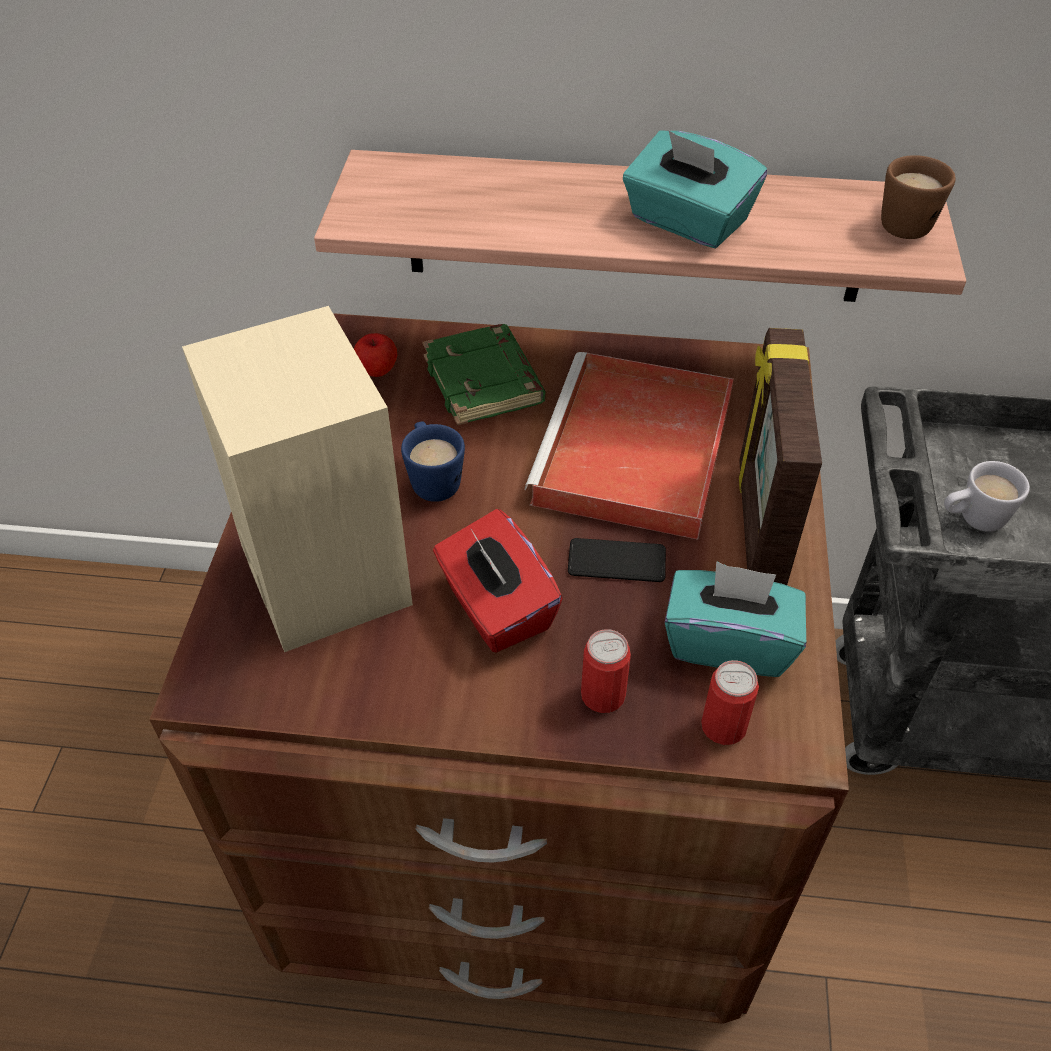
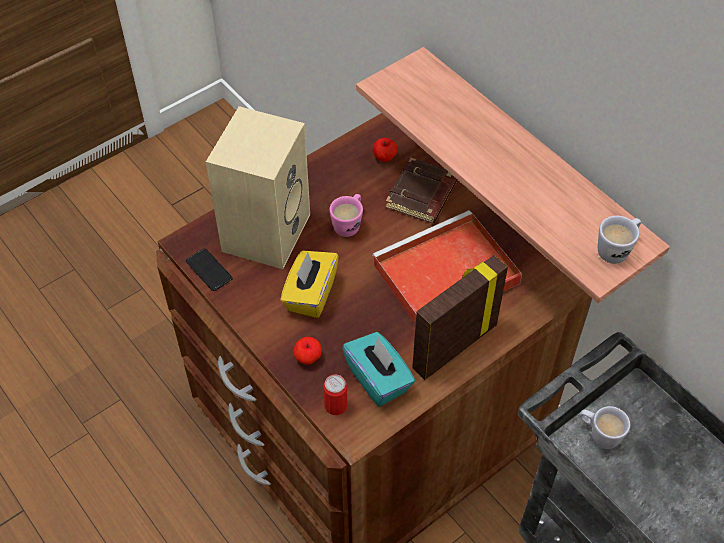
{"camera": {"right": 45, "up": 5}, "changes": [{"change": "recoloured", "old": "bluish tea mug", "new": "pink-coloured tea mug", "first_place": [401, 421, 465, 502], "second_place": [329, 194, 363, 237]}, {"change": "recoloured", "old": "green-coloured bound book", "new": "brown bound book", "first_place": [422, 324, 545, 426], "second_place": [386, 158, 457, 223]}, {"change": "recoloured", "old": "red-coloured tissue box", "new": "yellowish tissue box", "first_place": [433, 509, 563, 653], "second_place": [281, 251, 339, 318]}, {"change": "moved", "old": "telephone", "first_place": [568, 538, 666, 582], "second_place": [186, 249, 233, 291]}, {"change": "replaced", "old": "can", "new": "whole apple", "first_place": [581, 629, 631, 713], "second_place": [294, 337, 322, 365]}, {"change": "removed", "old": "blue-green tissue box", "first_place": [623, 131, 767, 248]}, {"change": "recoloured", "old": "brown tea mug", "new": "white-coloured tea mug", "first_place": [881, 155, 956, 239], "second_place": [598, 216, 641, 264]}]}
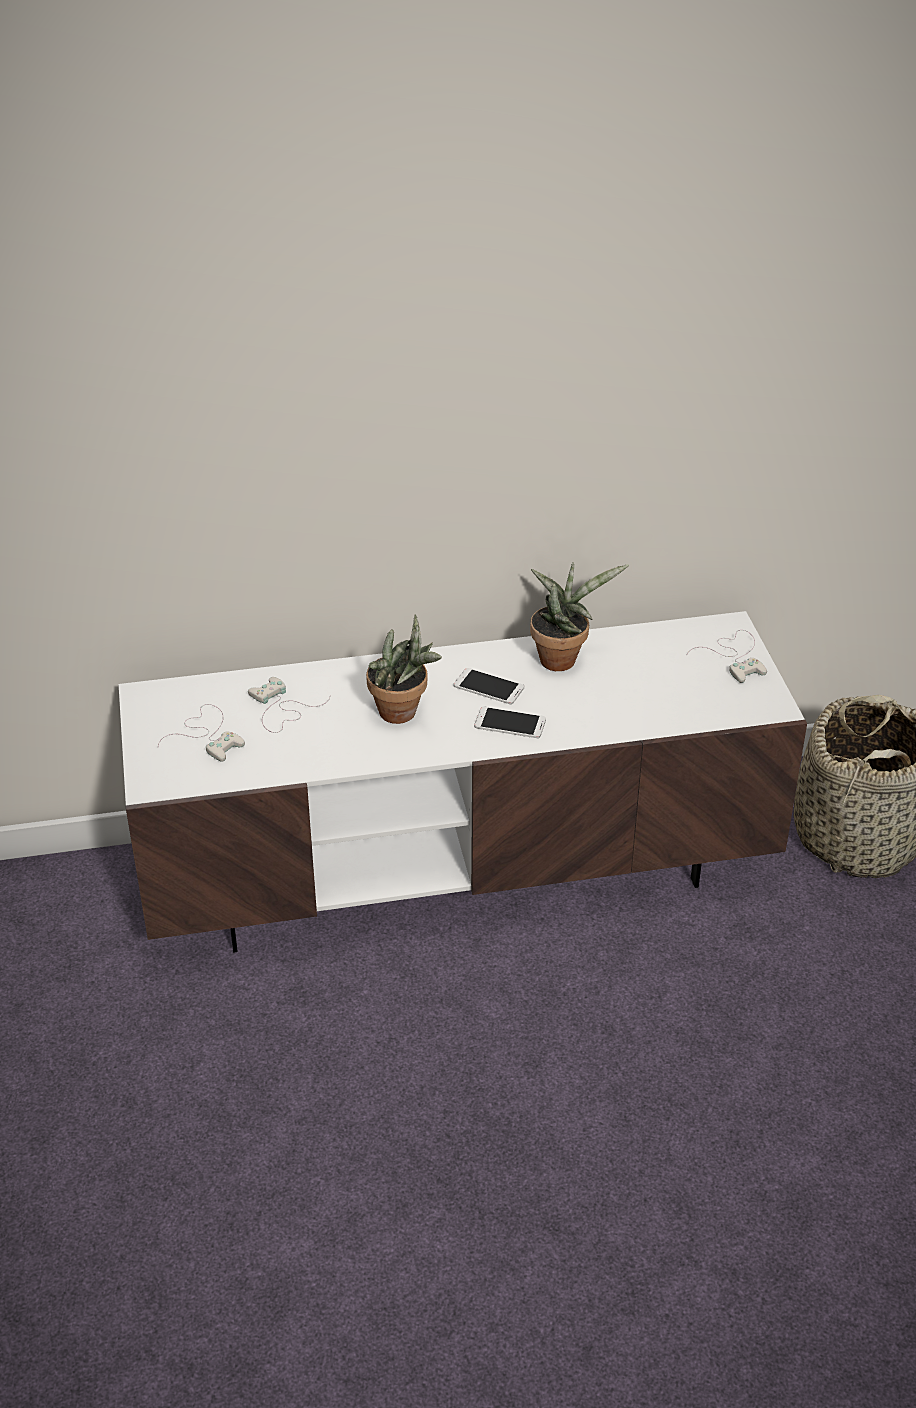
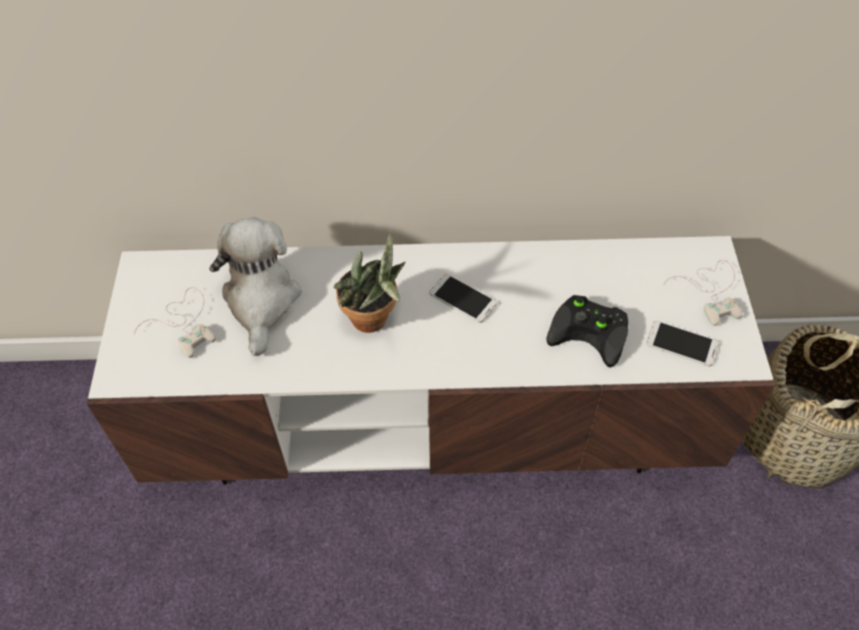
{"camera": {"right": 10, "up": 15}, "changes": [{"change": "replaced", "old": "white-coloured gamepad", "new": "cuddly toy", "first_place": [248, 677, 331, 733], "second_place": [209, 217, 302, 356]}, {"change": "moved", "old": "telephone", "first_place": [474, 707, 546, 738], "second_place": [646, 321, 719, 366]}, {"change": "removed", "old": "houseplant", "first_place": [530, 562, 629, 671]}, {"change": "added", "new": "black-coloured gamepad", "second_place": [546, 295, 628, 367]}]}
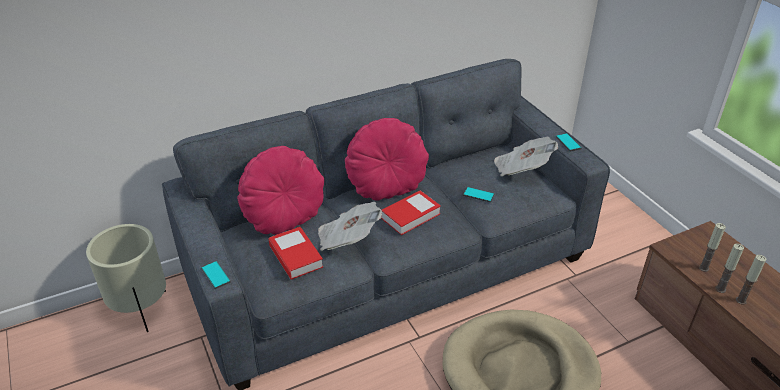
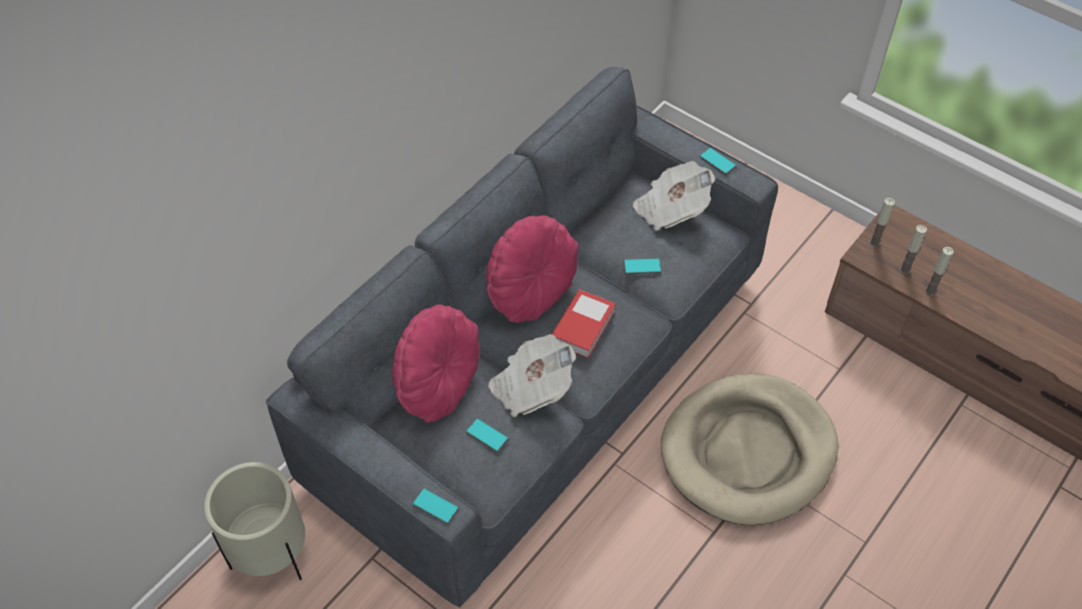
{"camera": {"right": -25, "up": 15}, "changes": [{"change": "replaced", "old": "bound book", "new": "telephone", "first_place": [268, 227, 323, 279], "second_place": [466, 418, 509, 453]}, {"change": "moved", "old": "candle", "first_place": [736, 255, 767, 305], "second_place": [869, 198, 895, 248]}]}
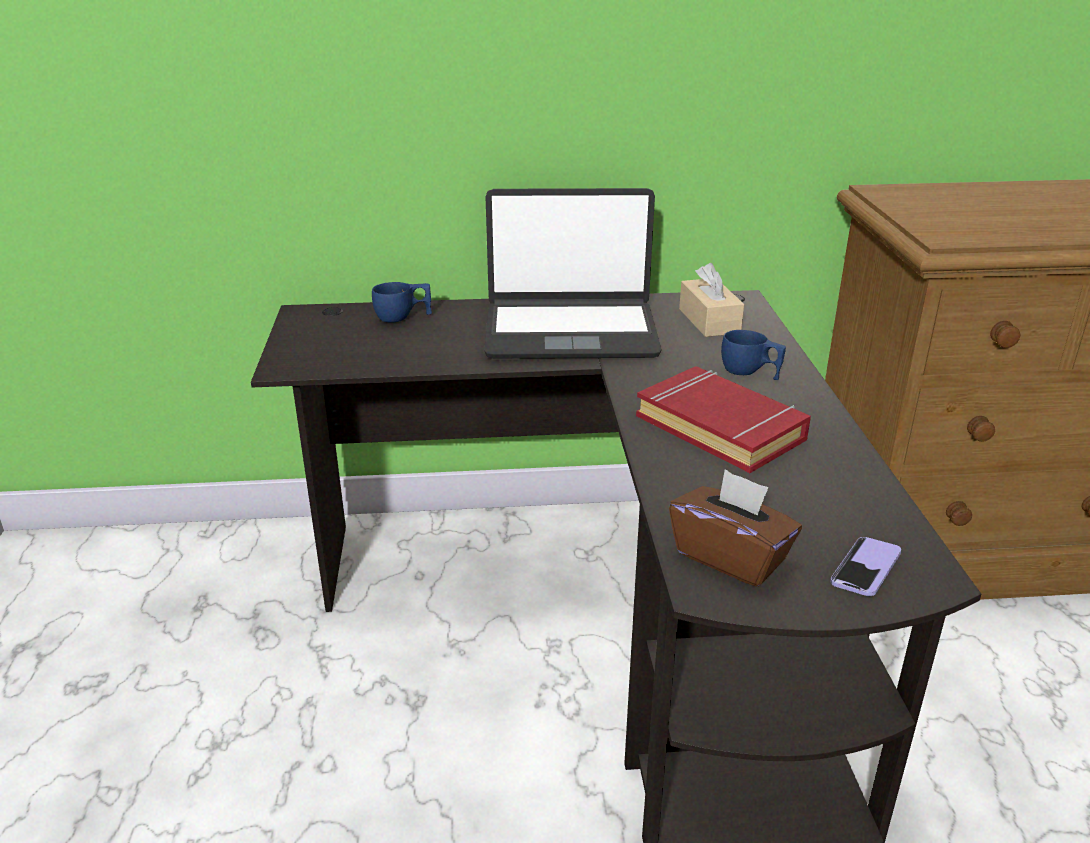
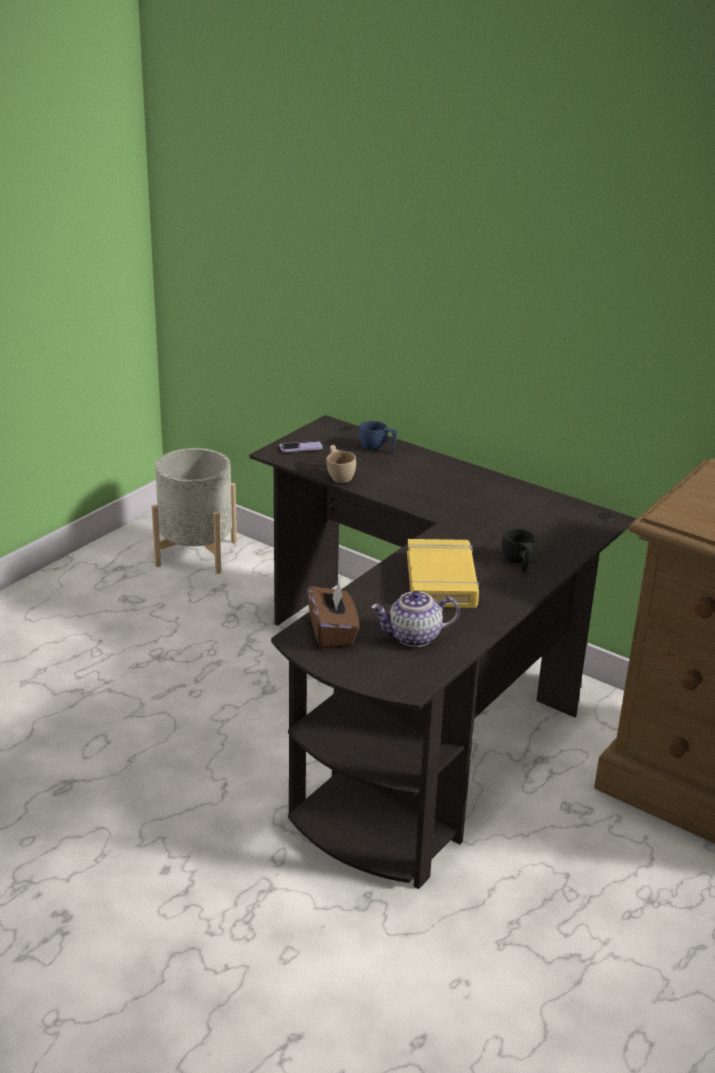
{"camera": {"right": 40, "up": 0}, "changes": [{"change": "removed", "old": "portable computer", "first_place": [484, 188, 662, 359]}, {"change": "recoloured", "old": "red-coloured bound book", "new": "yellowish bound book", "first_place": [636, 366, 811, 473], "second_place": [407, 539, 479, 608]}, {"change": "removed", "old": "beige tissue box", "first_place": [679, 263, 744, 337]}, {"change": "recoloured", "old": "bluish small cup", "new": "black-coloured small cup", "first_place": [721, 330, 786, 380], "second_place": [502, 528, 536, 572]}, {"change": "moved", "old": "telephone", "first_place": [831, 537, 901, 596], "second_place": [280, 441, 323, 452]}, {"change": "added", "new": "grey planter", "second_place": [151, 448, 237, 574]}, {"change": "added", "new": "beige small cup", "second_place": [326, 445, 356, 483]}, {"change": "added", "new": "teapot", "second_place": [371, 591, 460, 647]}]}
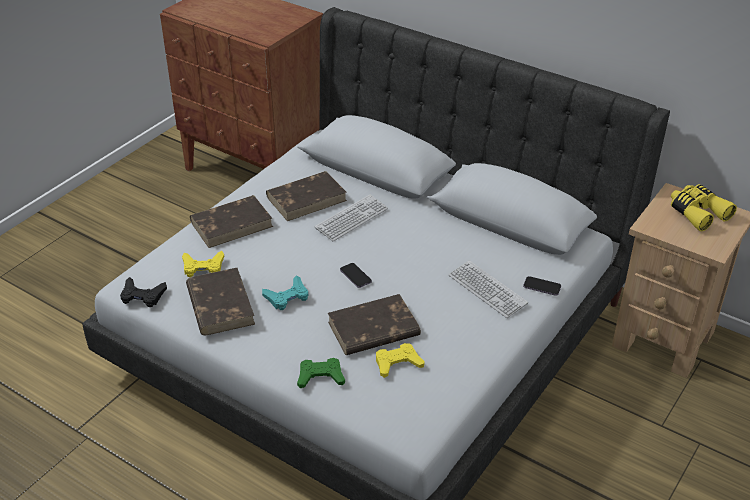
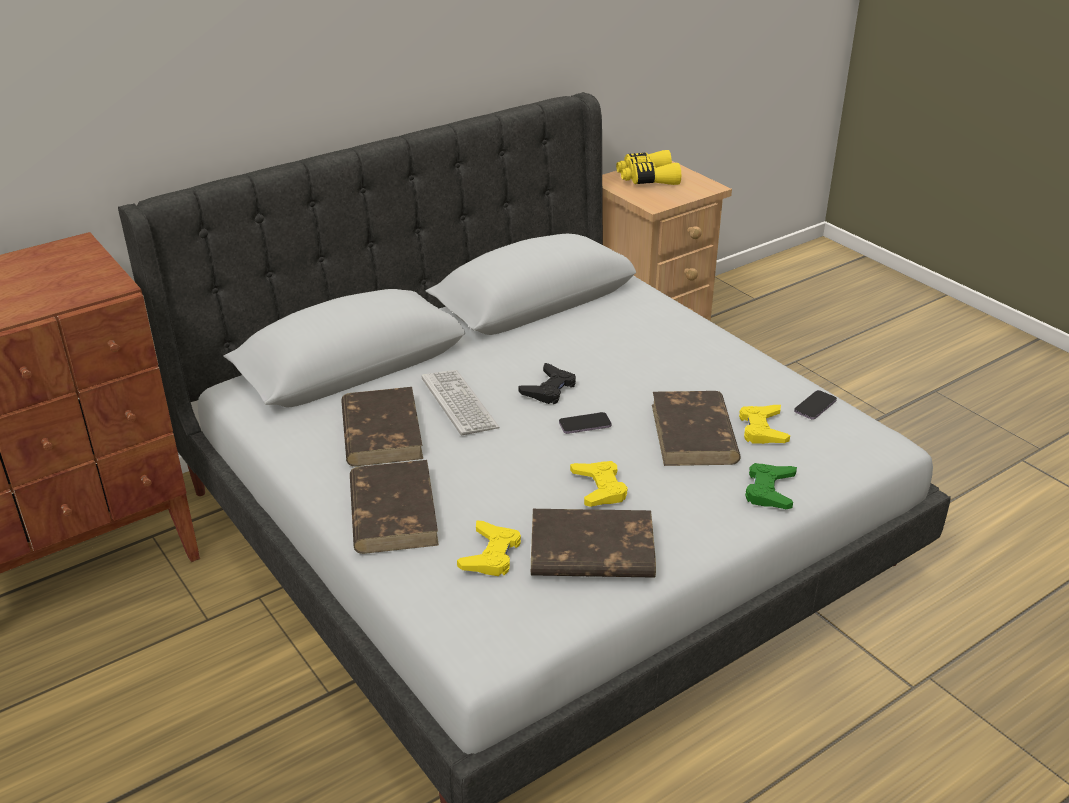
{"camera": {"right": -70, "up": -5}, "changes": [{"change": "moved", "old": "black-coloured gamepad", "first_place": [120, 277, 167, 307], "second_place": [519, 363, 576, 404]}, {"change": "recoloured", "old": "blue-green gamepad", "new": "yellowish gamepad", "first_place": [262, 275, 308, 310], "second_place": [570, 461, 628, 507]}, {"change": "removed", "old": "computer keyboard", "first_place": [449, 260, 528, 318]}, {"change": "moved", "old": "telephone", "first_place": [523, 276, 561, 296], "second_place": [794, 390, 837, 419]}]}
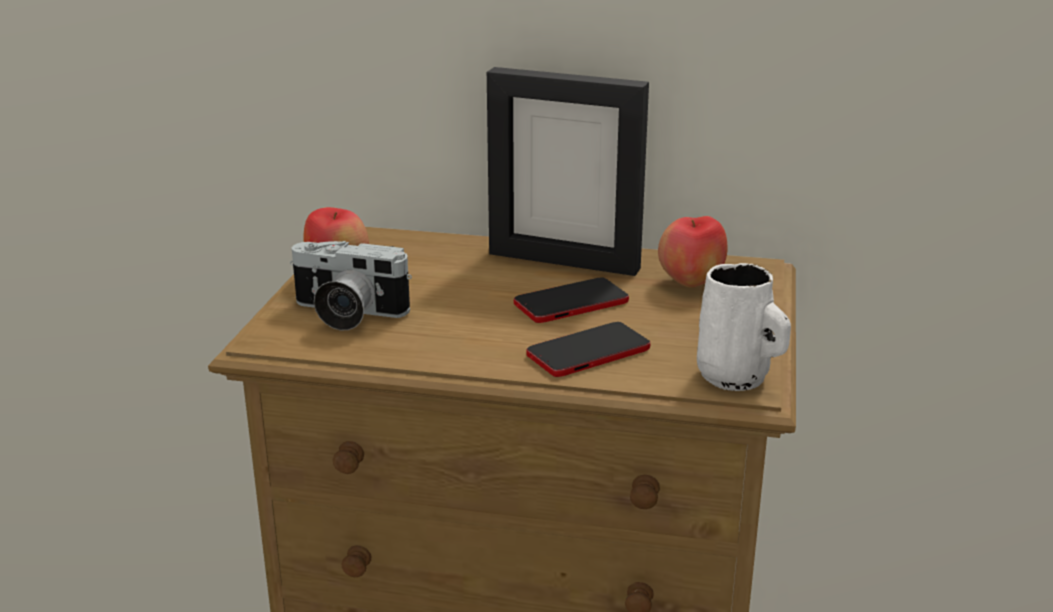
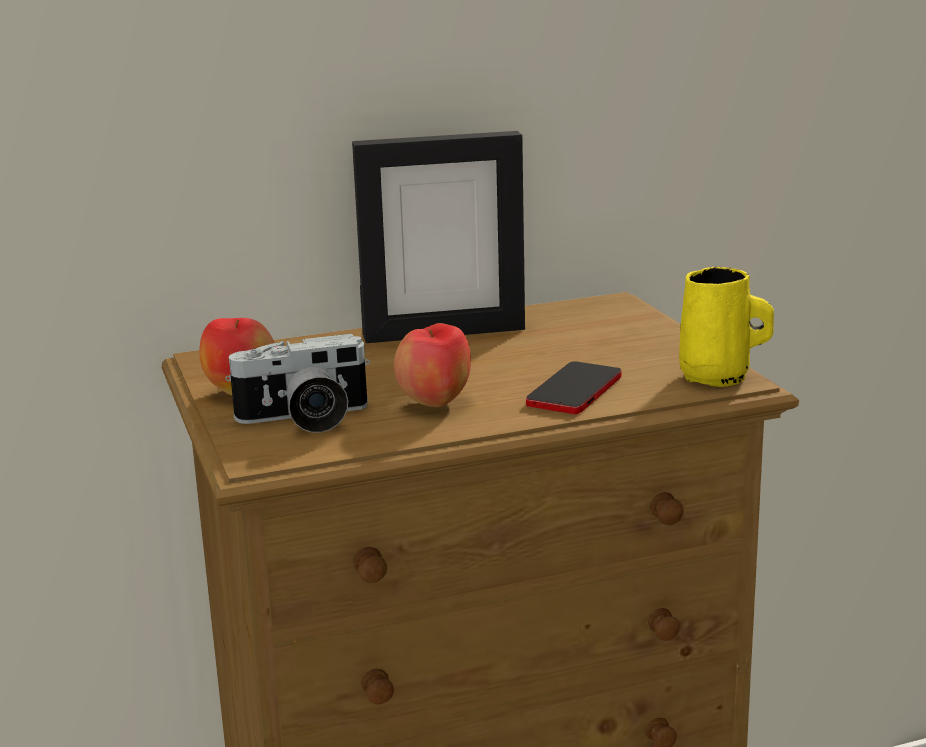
{"camera": {"right": -30, "up": -5}, "changes": [{"change": "removed", "old": "telephone", "first_place": [514, 278, 629, 323]}, {"change": "moved", "old": "whole apple", "first_place": [658, 216, 728, 288], "second_place": [394, 323, 471, 407]}, {"change": "recoloured", "old": "white-coloured tea mug", "new": "yellowish tea mug", "first_place": [697, 263, 791, 391], "second_place": [679, 267, 774, 387]}]}
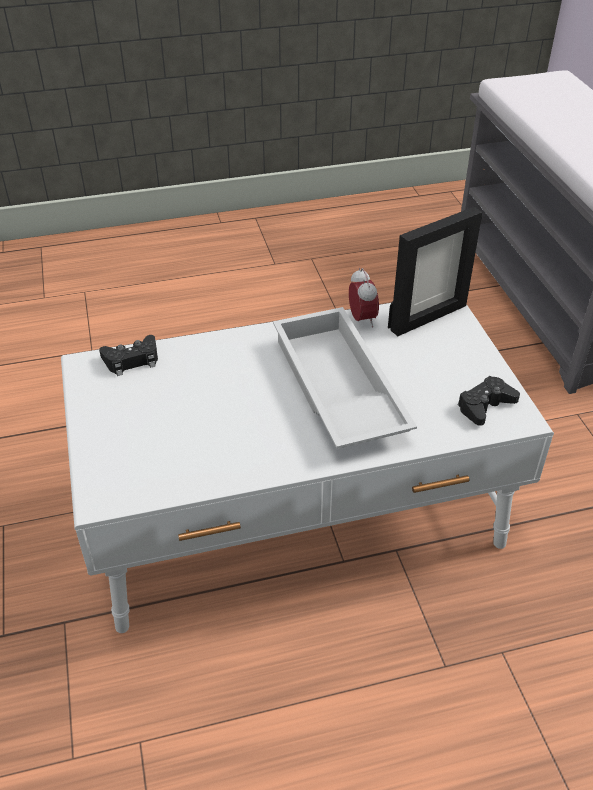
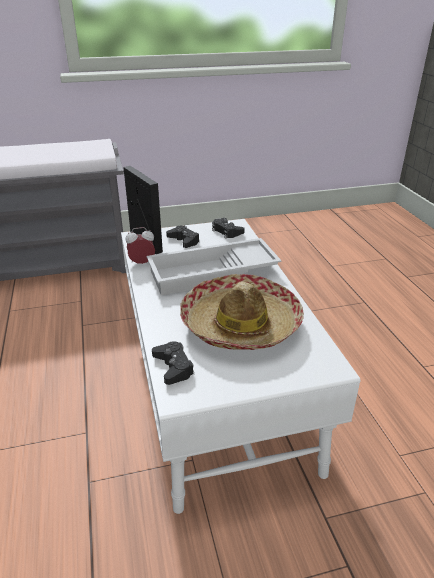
{"camera": {"right": -90, "up": -10}, "changes": [{"change": "added", "new": "black-coloured gamepad", "second_place": [166, 225, 200, 248]}, {"change": "added", "new": "clothing hat", "second_place": [180, 274, 304, 350]}]}
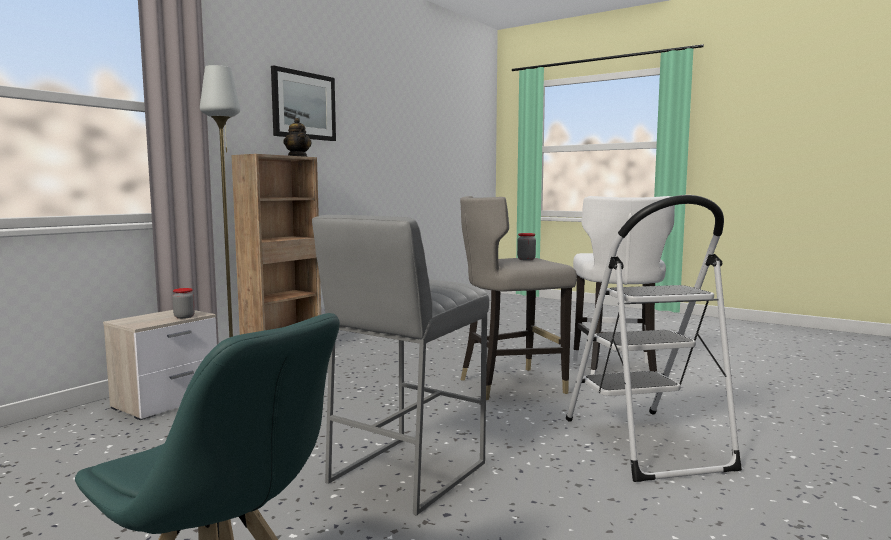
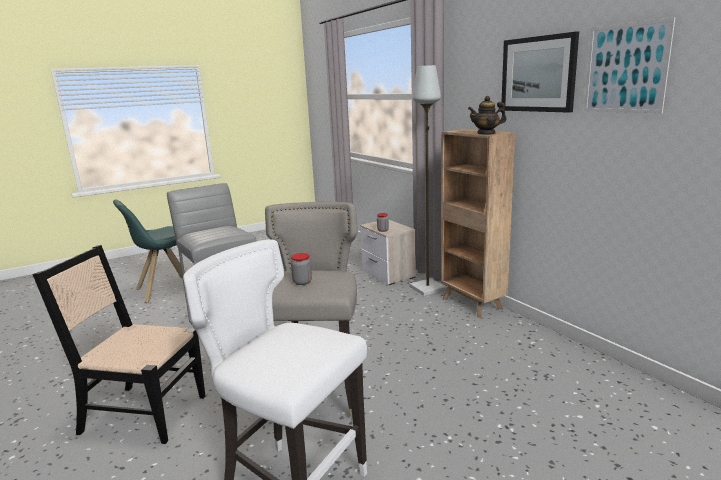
{"camera": {"right": 115, "up": 10}, "changes": [{"change": "replaced", "old": "step stool", "new": "plain chair", "first_place": [566, 195, 742, 482], "second_place": [33, 245, 205, 444]}, {"change": "added", "new": "wall art", "second_place": [584, 17, 675, 113]}]}
